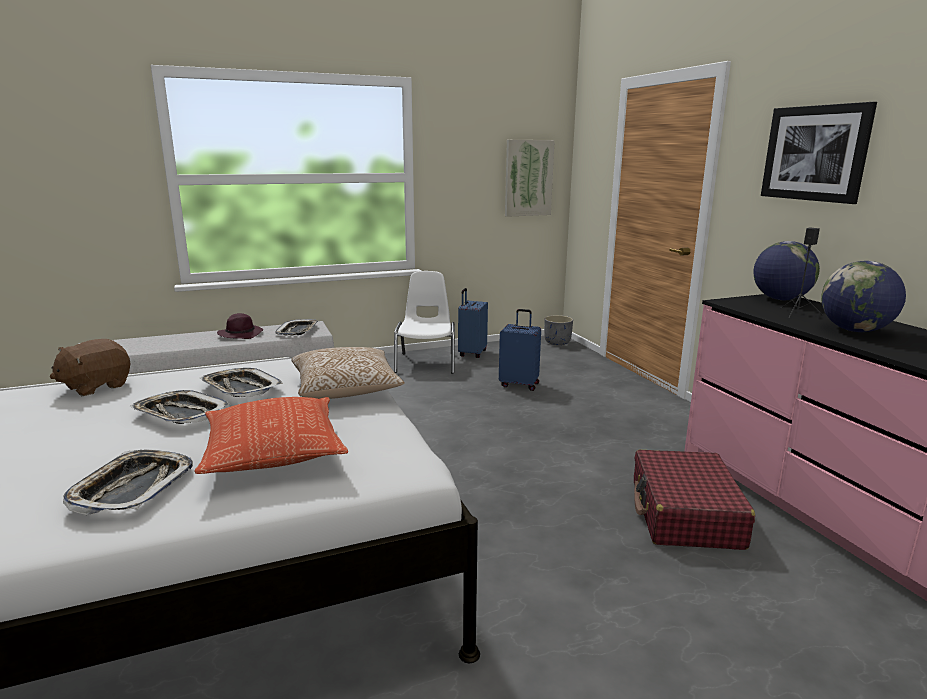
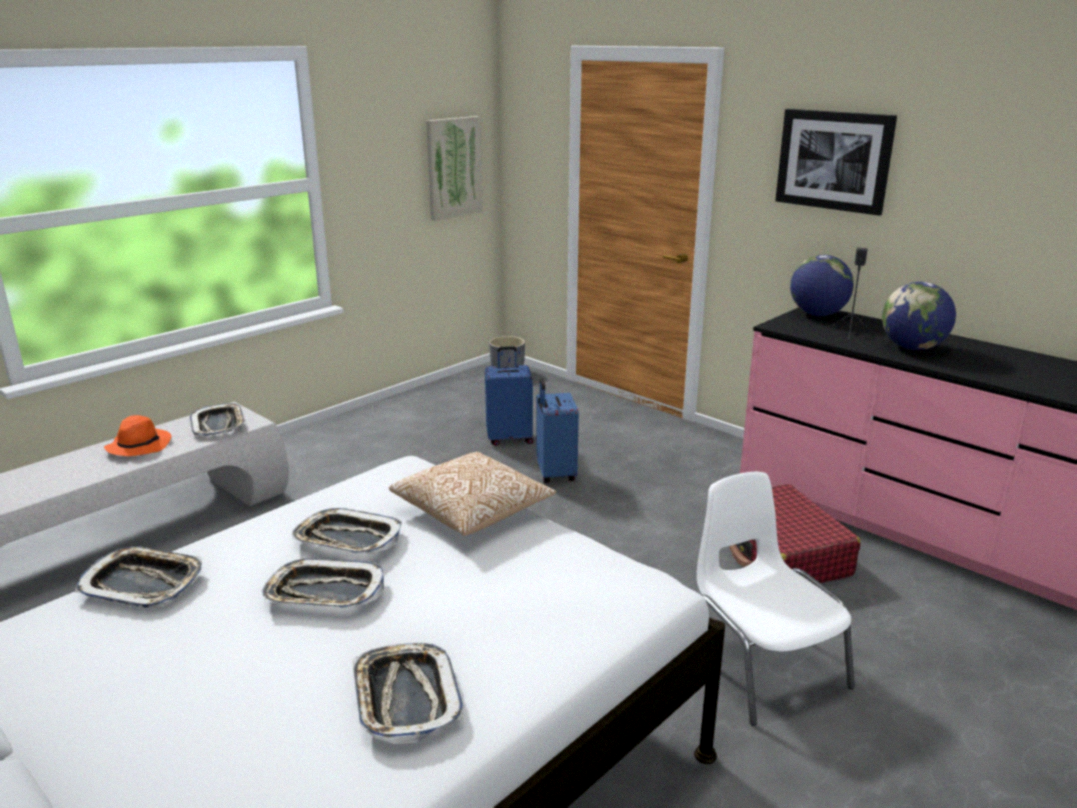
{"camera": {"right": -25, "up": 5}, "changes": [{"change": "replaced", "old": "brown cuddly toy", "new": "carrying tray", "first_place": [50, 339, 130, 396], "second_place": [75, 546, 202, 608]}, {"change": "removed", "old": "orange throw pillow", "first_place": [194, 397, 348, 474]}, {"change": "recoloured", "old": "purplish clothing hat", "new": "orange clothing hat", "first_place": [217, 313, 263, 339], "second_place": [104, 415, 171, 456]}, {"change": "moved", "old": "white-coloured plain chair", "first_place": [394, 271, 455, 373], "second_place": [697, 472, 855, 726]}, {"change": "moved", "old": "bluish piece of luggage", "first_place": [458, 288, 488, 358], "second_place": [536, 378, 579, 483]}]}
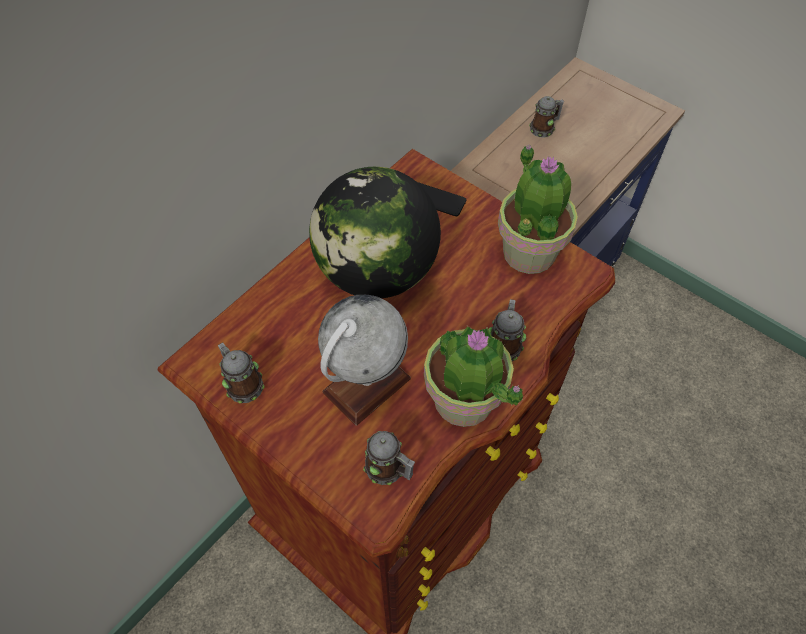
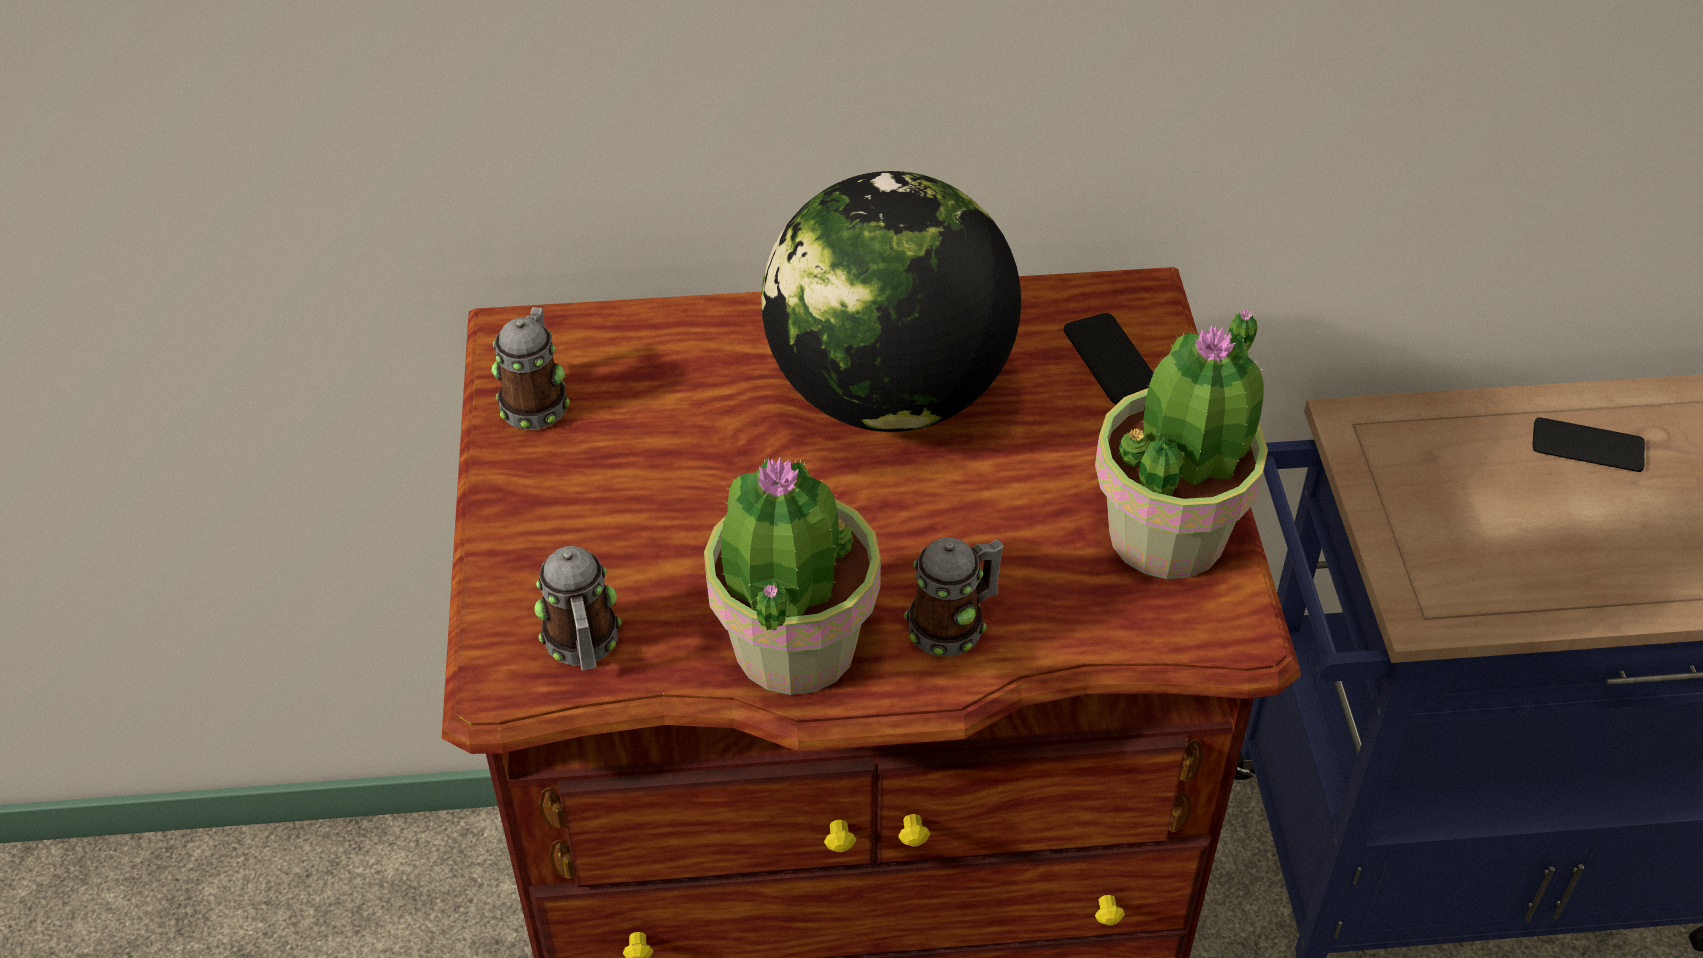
{"camera": {"right": 45, "up": -10}, "changes": [{"change": "removed", "old": "globe", "first_place": [318, 295, 411, 425]}, {"change": "replaced", "old": "tea mug", "new": "telephone", "first_place": [529, 96, 564, 138], "second_place": [1533, 417, 1645, 472]}]}
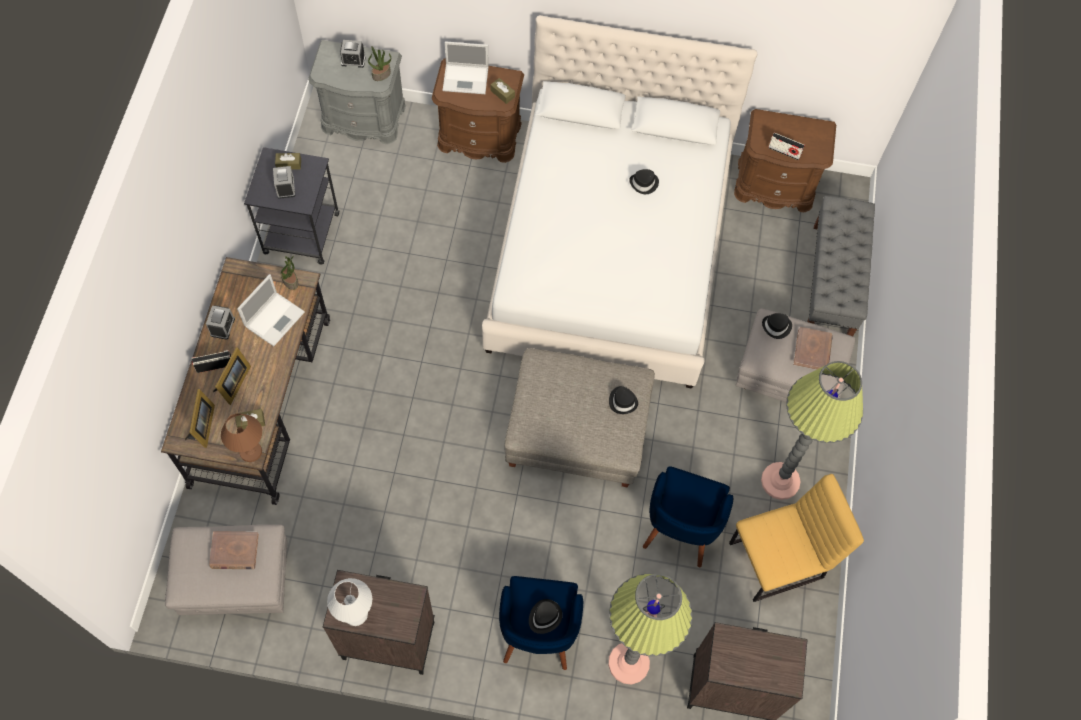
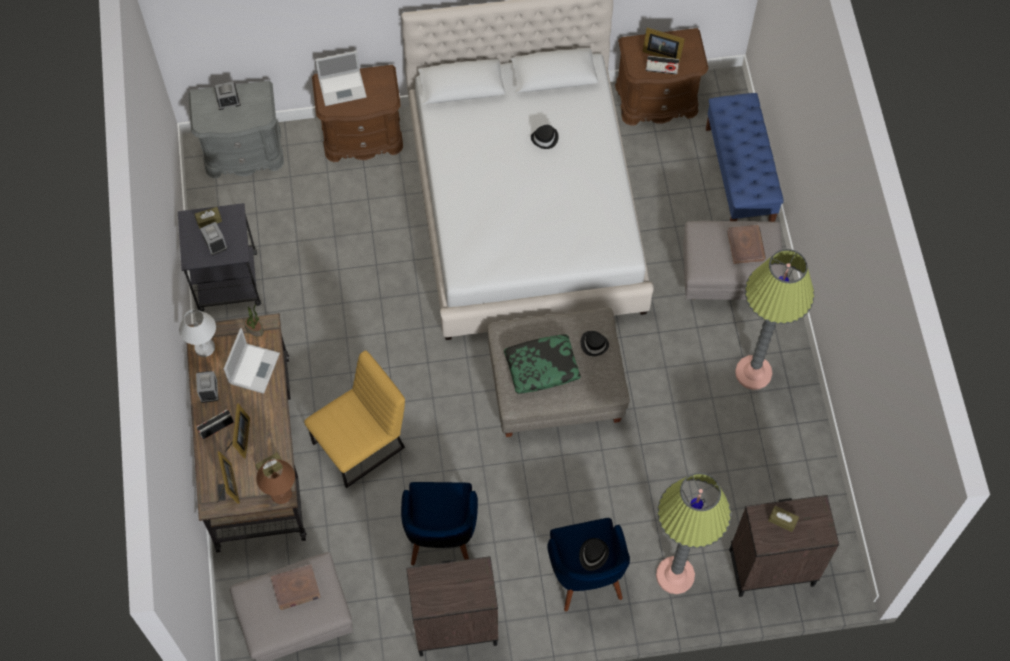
{"camera": {"right": -15, "up": 0}, "changes": [{"change": "moved", "old": "white-coloured lamp for a table", "first_place": [327, 578, 372, 626], "second_place": [179, 309, 216, 357]}, {"change": "removed", "old": "houseplant", "first_place": [368, 46, 391, 81]}, {"change": "moved", "old": "brown tissue box", "first_place": [491, 78, 515, 104], "second_place": [768, 506, 799, 532]}, {"change": "moved", "old": "bluish lounge chair", "first_place": [643, 466, 733, 567], "second_place": [401, 482, 478, 565]}, {"change": "moved", "old": "yellowish plain chair", "first_place": [729, 474, 864, 602], "second_place": [304, 351, 405, 488]}, {"change": "removed", "old": "black-coloured clothing hat", "first_place": [762, 313, 792, 339]}, {"change": "recoloured", "old": "grey indoor bench", "new": "bluish indoor bench", "first_place": [807, 195, 875, 336], "second_place": [706, 93, 784, 222]}, {"change": "added", "new": "throw pillow", "second_place": [504, 334, 581, 394]}, {"change": "added", "new": "standing frame", "second_place": [642, 28, 685, 63]}]}
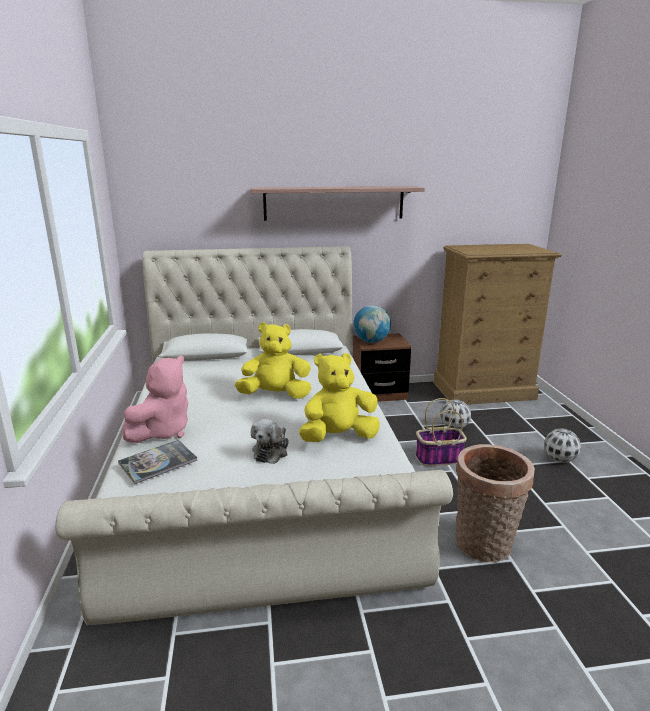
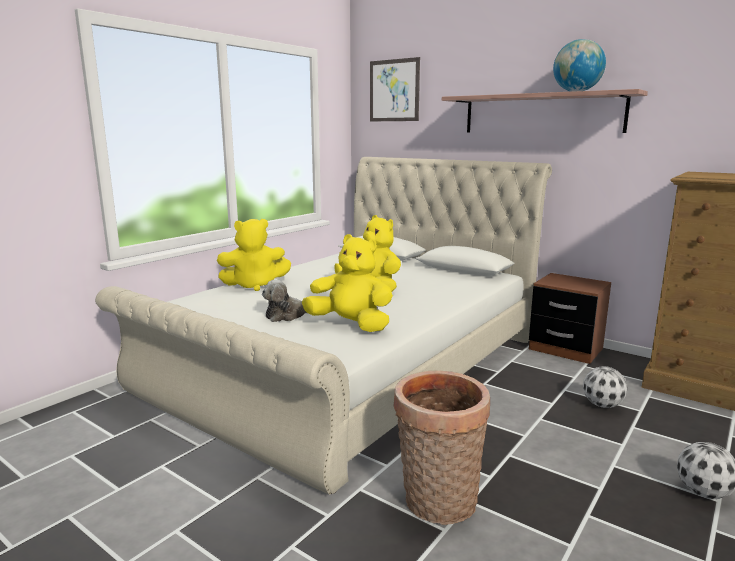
{"camera": {"right": 45, "up": -5}, "changes": [{"change": "removed", "old": "bound book", "first_place": [118, 440, 198, 484]}, {"change": "recoloured", "old": "pink-coloured cuddly toy", "new": "yellowish cuddly toy", "first_place": [123, 356, 188, 443], "second_place": [217, 219, 291, 291]}, {"change": "moved", "old": "globe", "first_place": [353, 305, 391, 343], "second_place": [553, 39, 606, 92]}, {"change": "removed", "old": "basket", "first_place": [415, 398, 467, 466]}, {"change": "added", "new": "wall art", "second_place": [370, 57, 420, 121]}]}
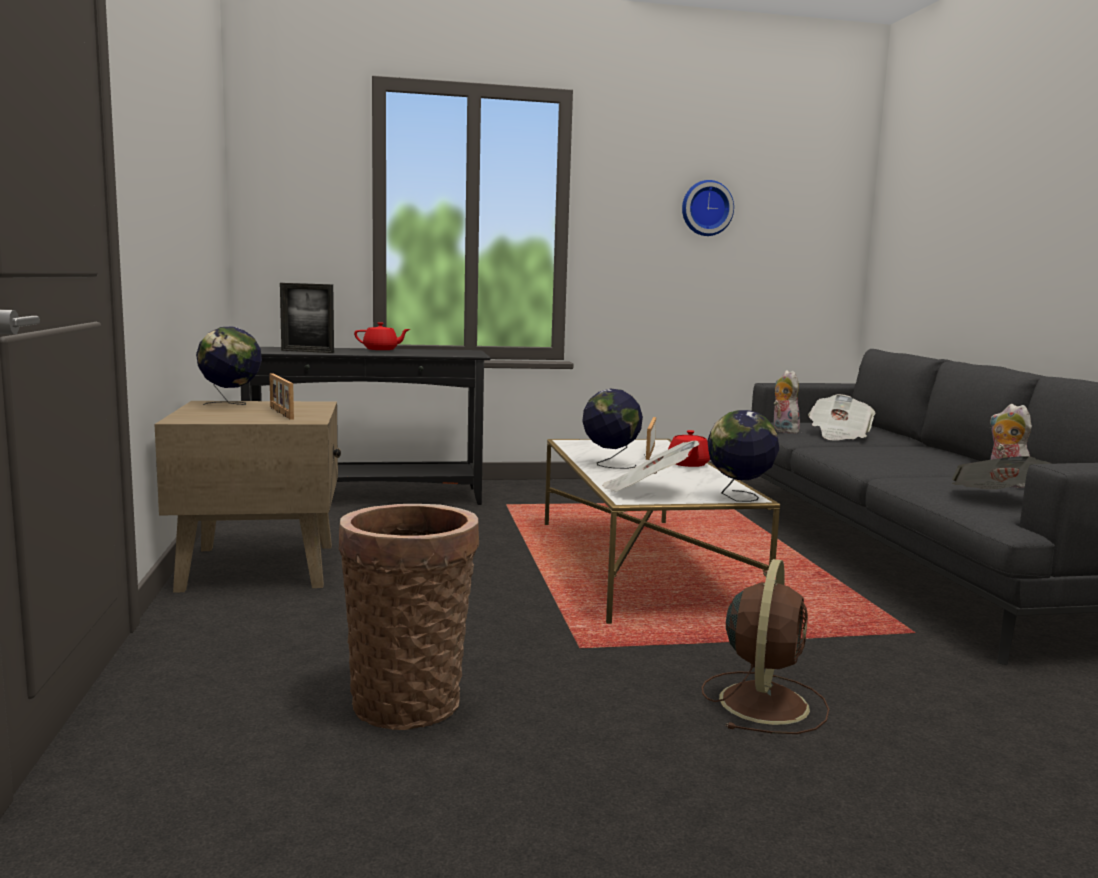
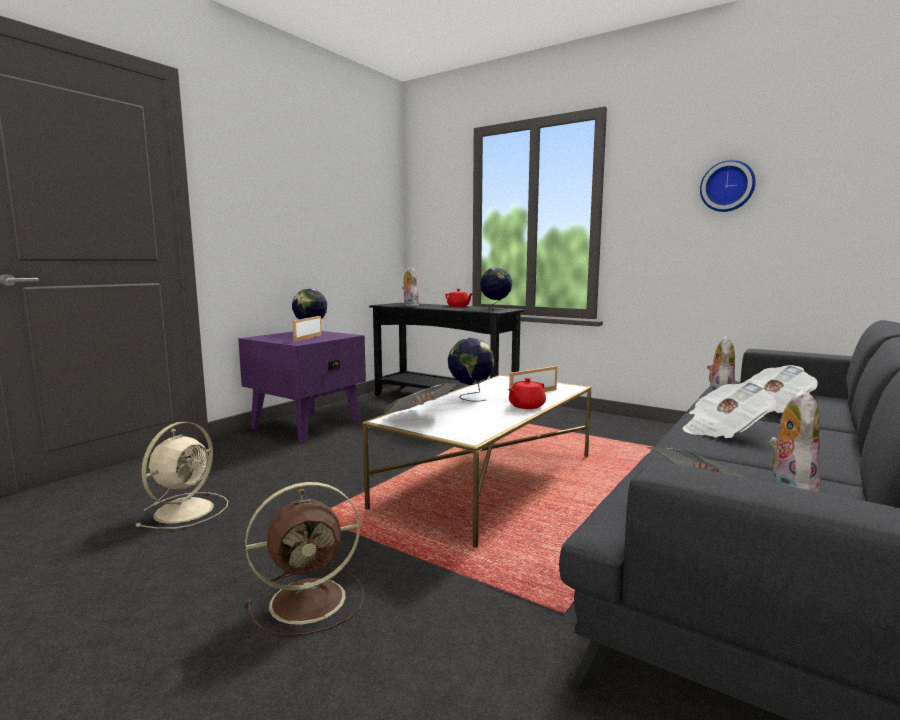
{"camera": {"right": 45, "up": 0}, "changes": [{"change": "recoloured", "old": "beige night table", "new": "purplish night table", "first_place": [154, 401, 341, 593], "second_place": [238, 331, 366, 443]}, {"change": "replaced", "old": "standing frame", "new": "cuddly toy", "first_place": [280, 283, 334, 353], "second_place": [402, 267, 419, 306]}, {"change": "replaced", "old": "basket", "new": "beige fan", "first_place": [339, 504, 479, 730], "second_place": [136, 422, 228, 529]}, {"change": "moved", "old": "globe", "first_place": [707, 410, 779, 502], "second_place": [480, 268, 512, 310]}, {"change": "added", "new": "printed paper", "second_place": [683, 382, 776, 438]}]}
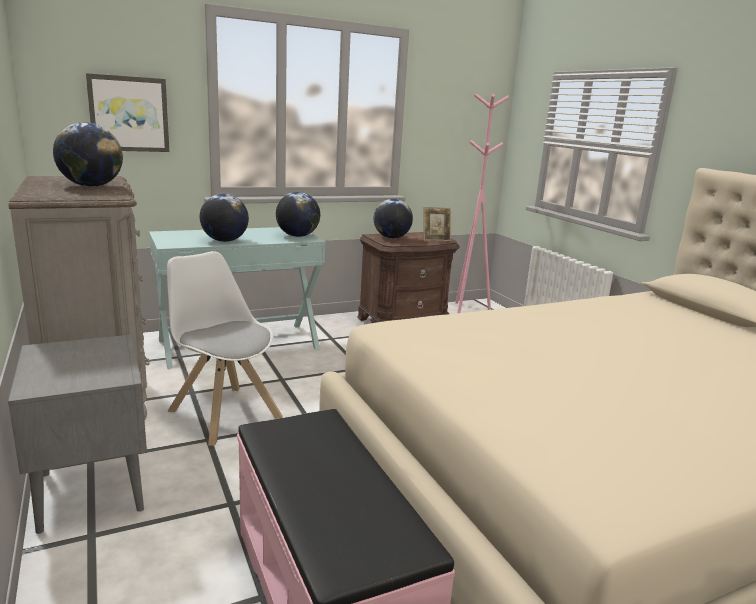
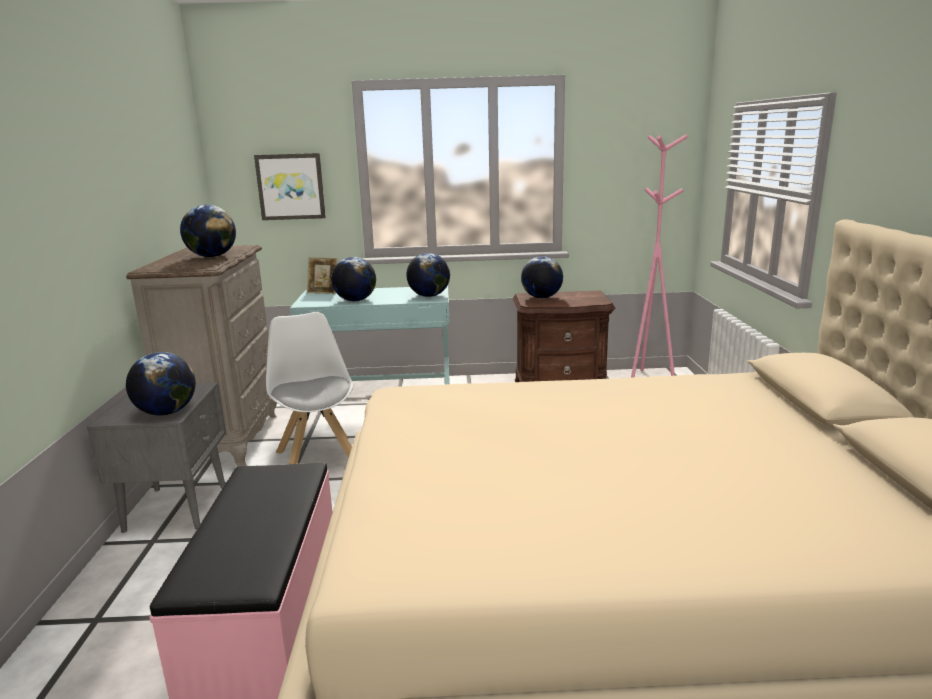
{"camera": {"right": 25, "up": 0}, "changes": [{"change": "moved", "old": "standing frame", "first_place": [423, 207, 451, 241], "second_place": [307, 257, 337, 294]}, {"change": "added", "new": "globe", "second_place": [126, 352, 196, 415]}]}
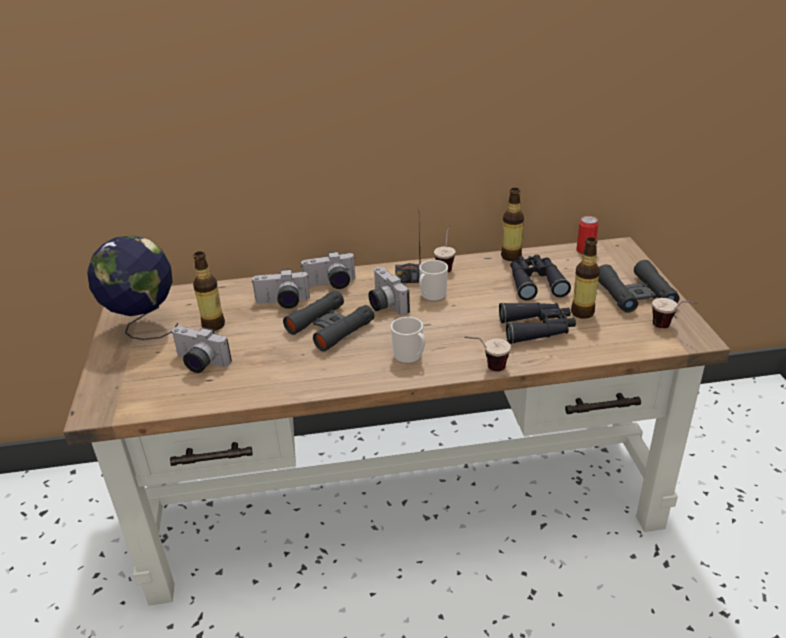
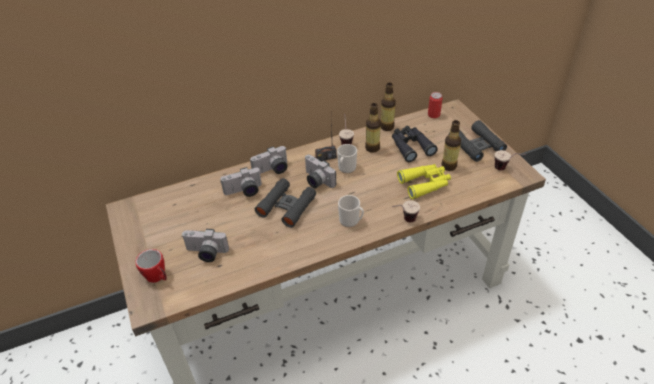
{"camera": {"right": -15, "up": 10}, "changes": [{"change": "removed", "old": "globe", "first_place": [87, 235, 178, 340]}, {"change": "moved", "old": "bottle", "first_place": [193, 251, 225, 331], "second_place": [365, 103, 381, 153]}, {"change": "recoloured", "old": "black-coloured field glasses", "new": "yellowish field glasses", "first_place": [499, 303, 576, 344], "second_place": [397, 164, 451, 200]}, {"change": "added", "new": "tea mug", "second_place": [135, 249, 167, 283]}]}
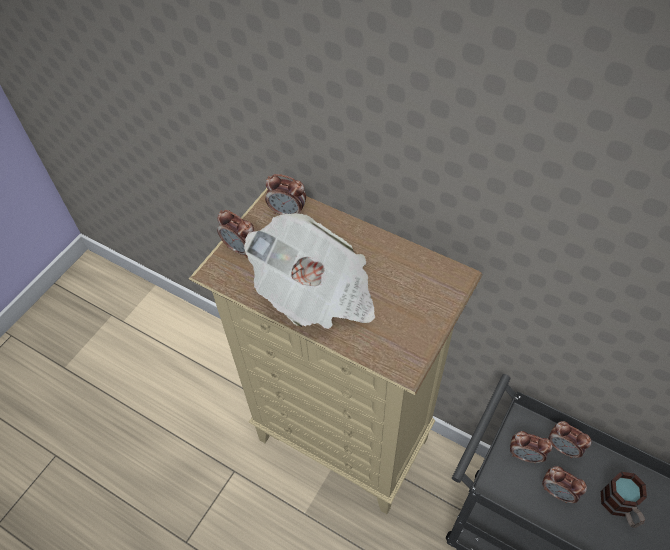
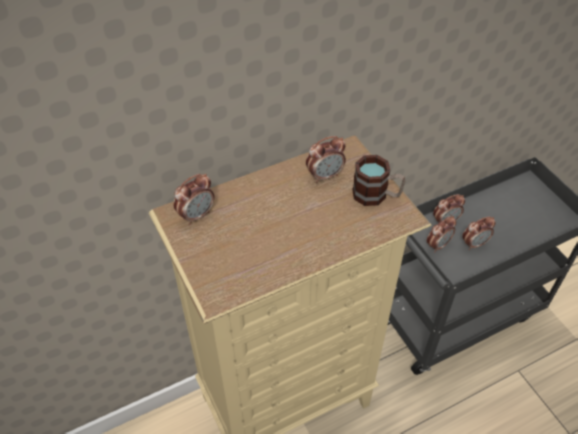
{"camera": {"right": -60, "up": -5}, "changes": [{"change": "moved", "old": "table clock", "first_place": [217, 210, 255, 258], "second_place": [306, 136, 346, 183]}, {"change": "removed", "old": "printed paper", "first_place": [244, 213, 375, 329]}, {"change": "moved", "old": "tea mug", "first_place": [601, 472, 647, 528], "second_place": [352, 155, 405, 206]}]}
